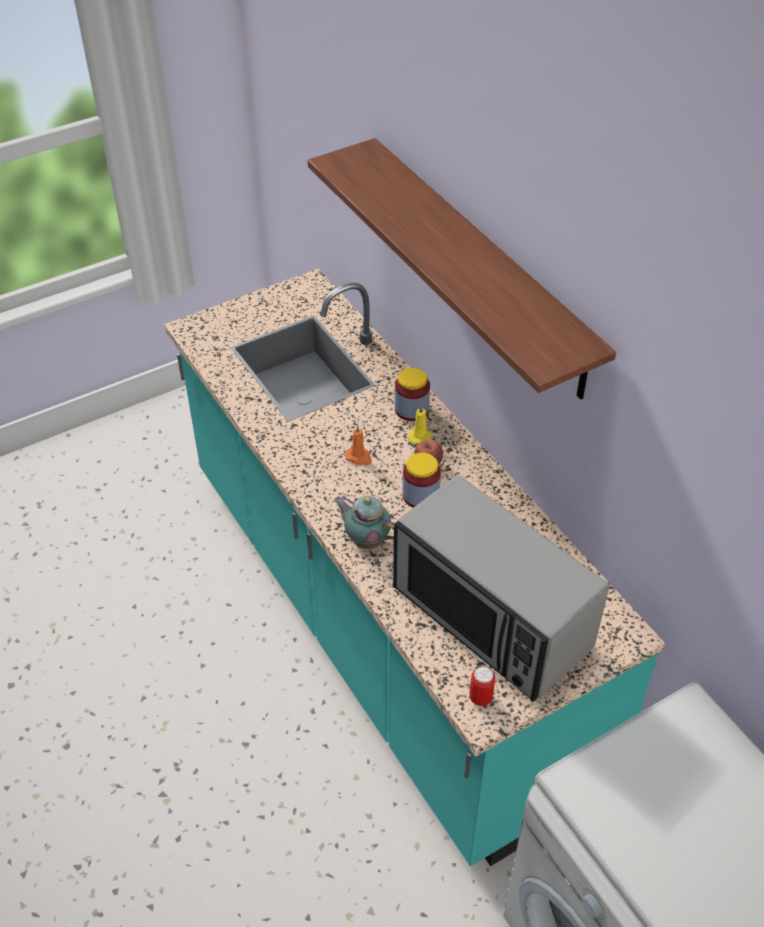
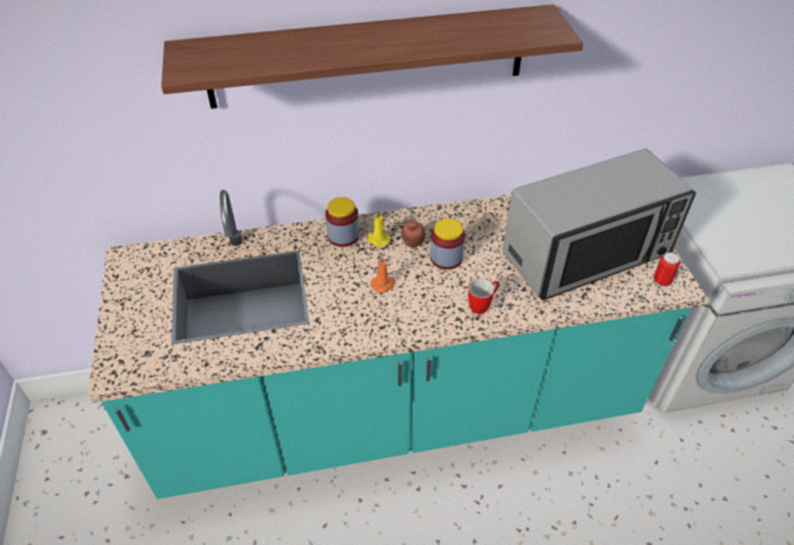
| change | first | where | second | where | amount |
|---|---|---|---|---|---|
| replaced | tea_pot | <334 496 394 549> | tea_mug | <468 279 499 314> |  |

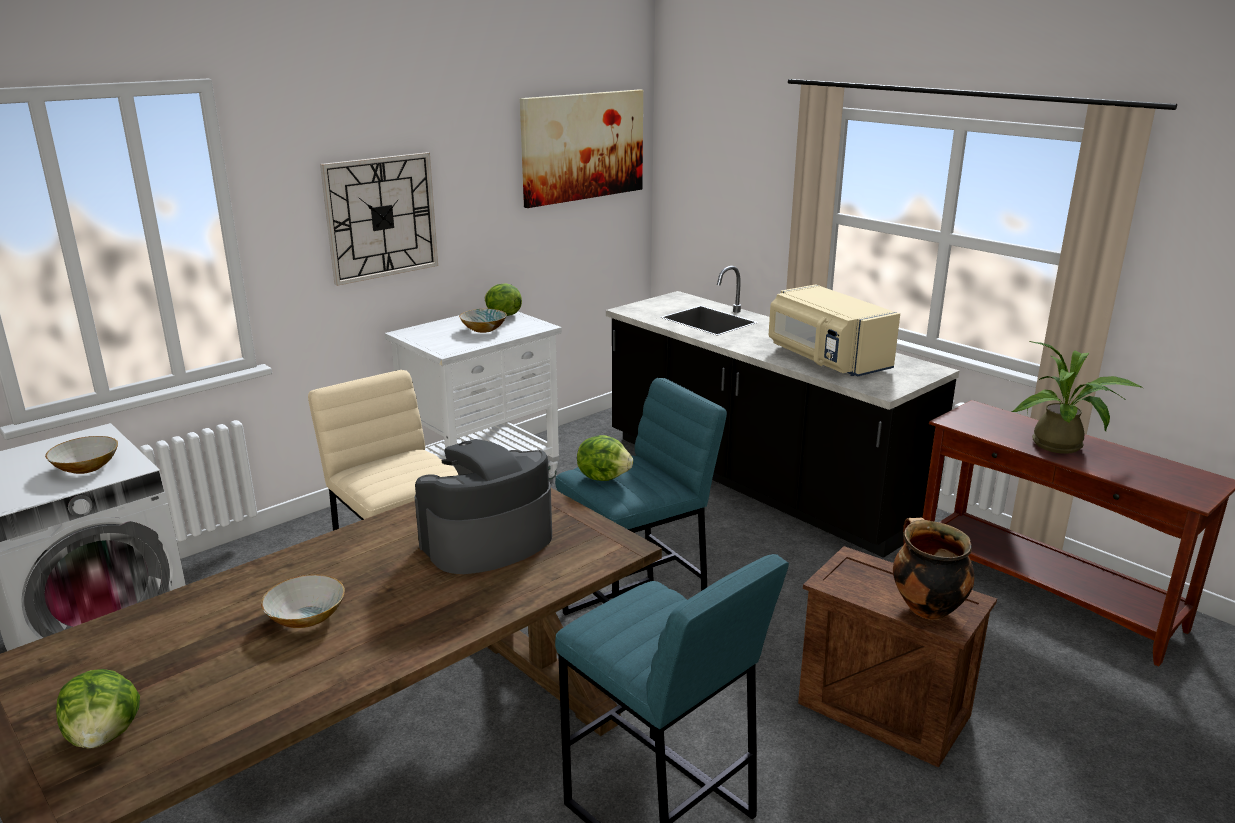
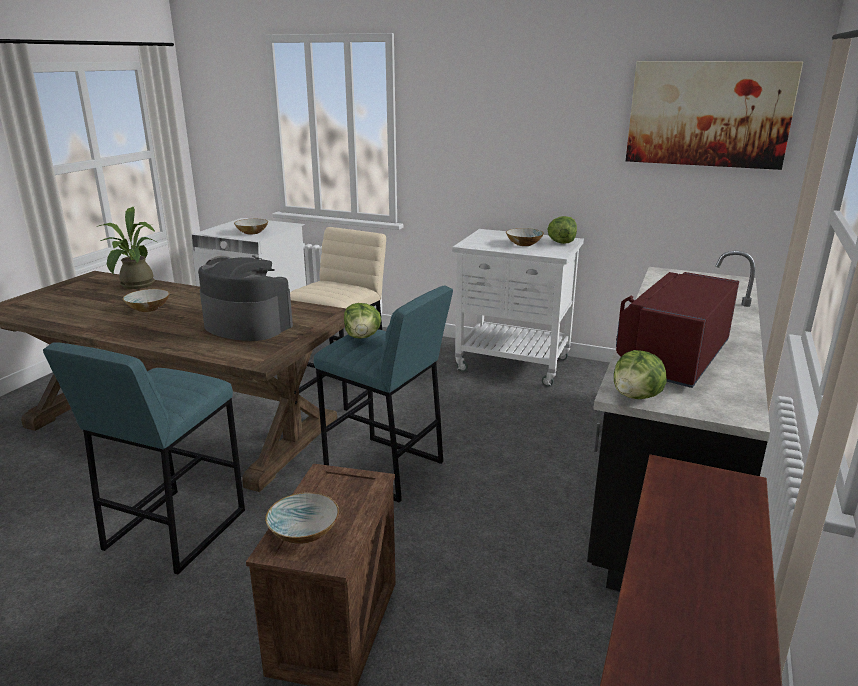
| change | first | where | second | where | amount |
|---|---|---|---|---|---|
| moved | houseplant | <1011 341 1143 454> |  | <97 207 155 289> |  |
| replaced | cooking_pot | <893 518 974 620> | serving_bowl | <265 492 339 544> |  |
| moved | lettuce_head | <56 669 140 749> |  | <614 350 667 399> |  |
| recoloured | beige-coloured_microwave_oven | <769 284 900 376> | reddish_microwave_oven | <616 272 739 388> |  |
| removed | wall_clock | <320 152 438 286> |  |  |  |

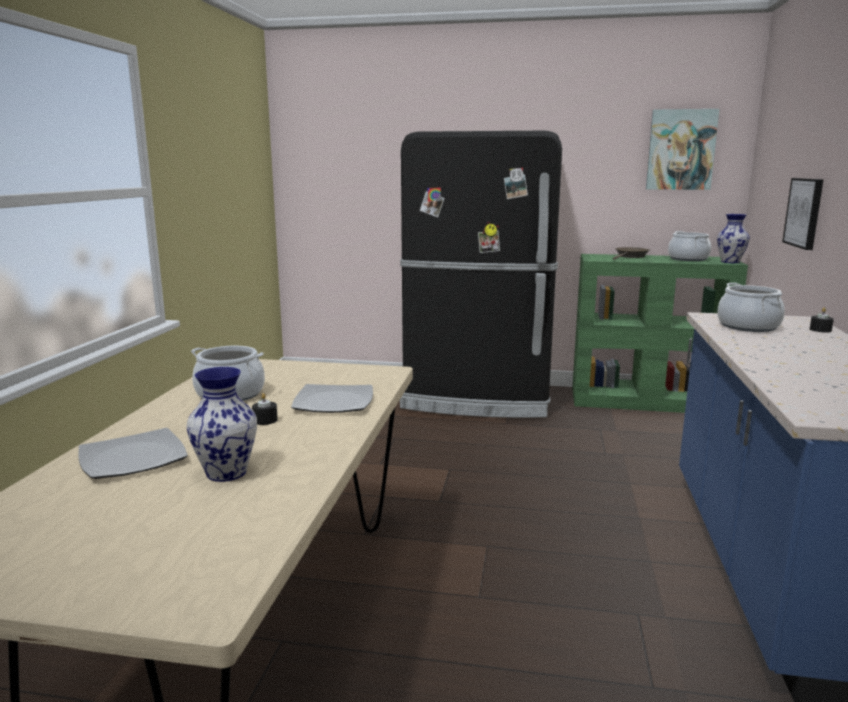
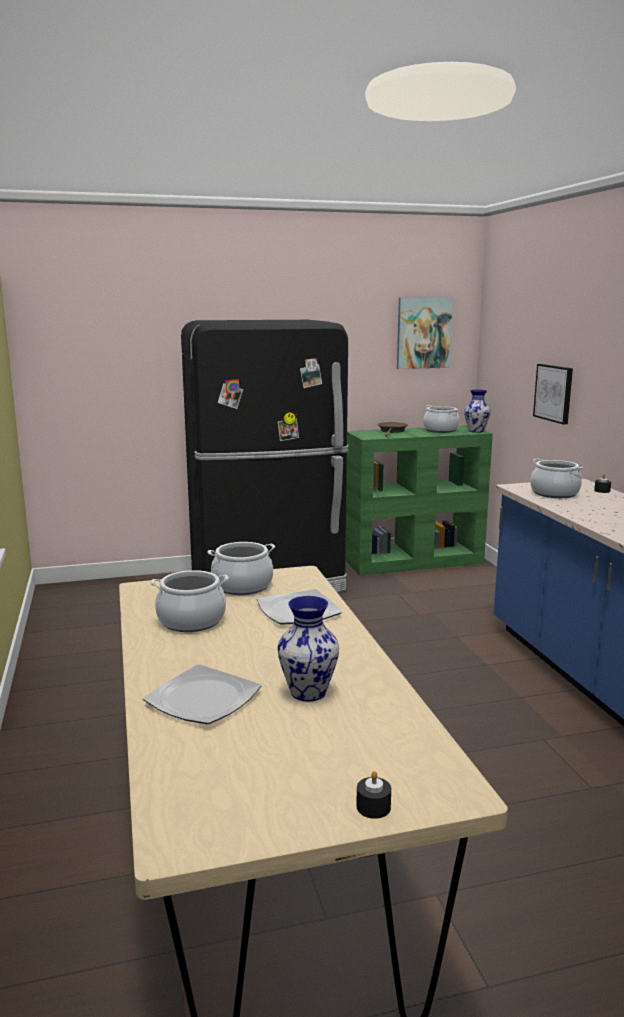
| change | first | where | second | where | amount |
|---|---|---|---|---|---|
| added |  |  | cooking_pot | <207 542 275 595> |  |
| moved | black-coloured_candle | <252 393 278 425> |  | <356 771 391 819> |  |

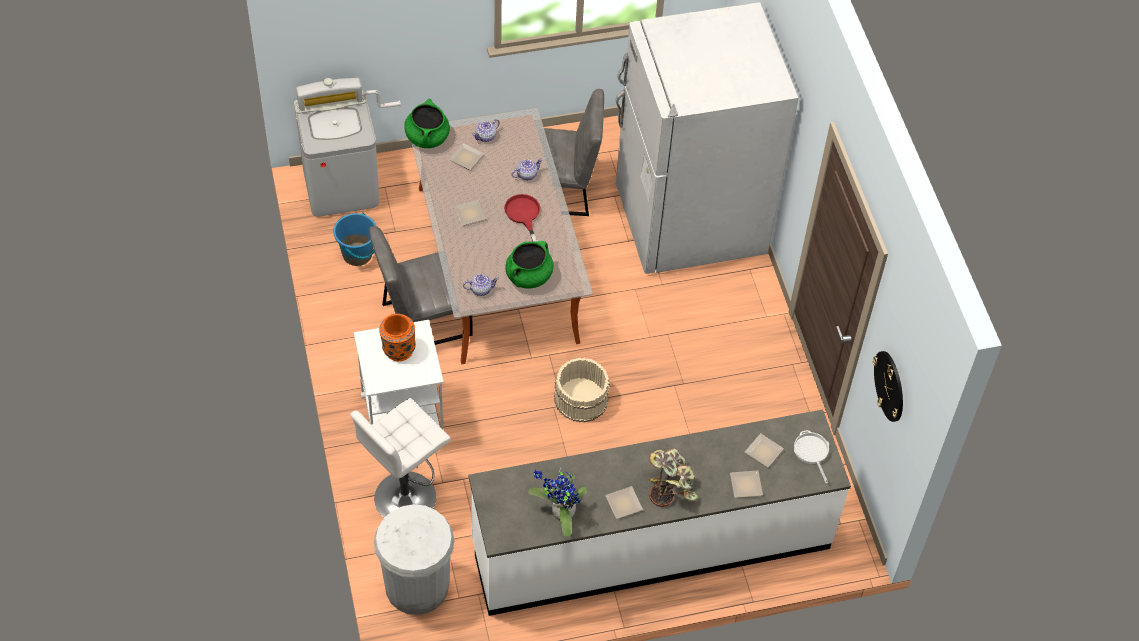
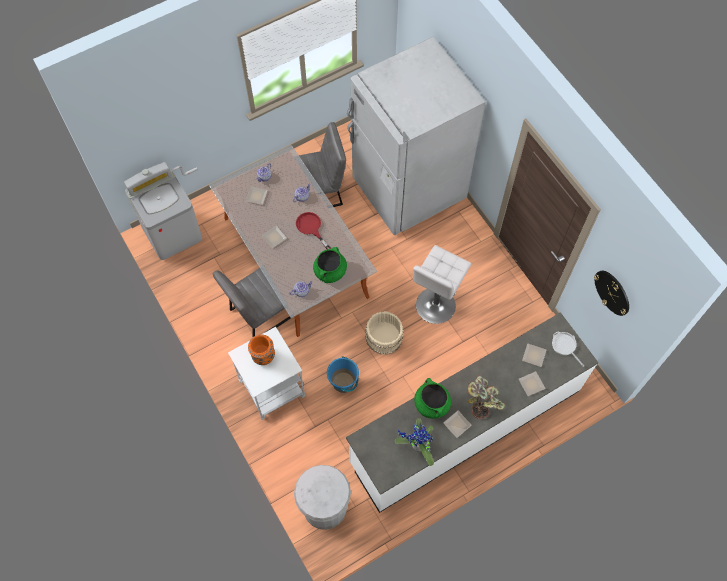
| change | first | where | second | where | amount |
|---|---|---|---|---|---|
| moved | blue_water_bucket | <333 212 376 266> |  | <327 356 359 393> |  |
| moved | whitish_sitting_stool | <350 398 450 518> |  | <413 245 471 324> |  |
| moved | greenish_cooking_pot | <404 99 450 148> |  | <414 378 451 419> |  |

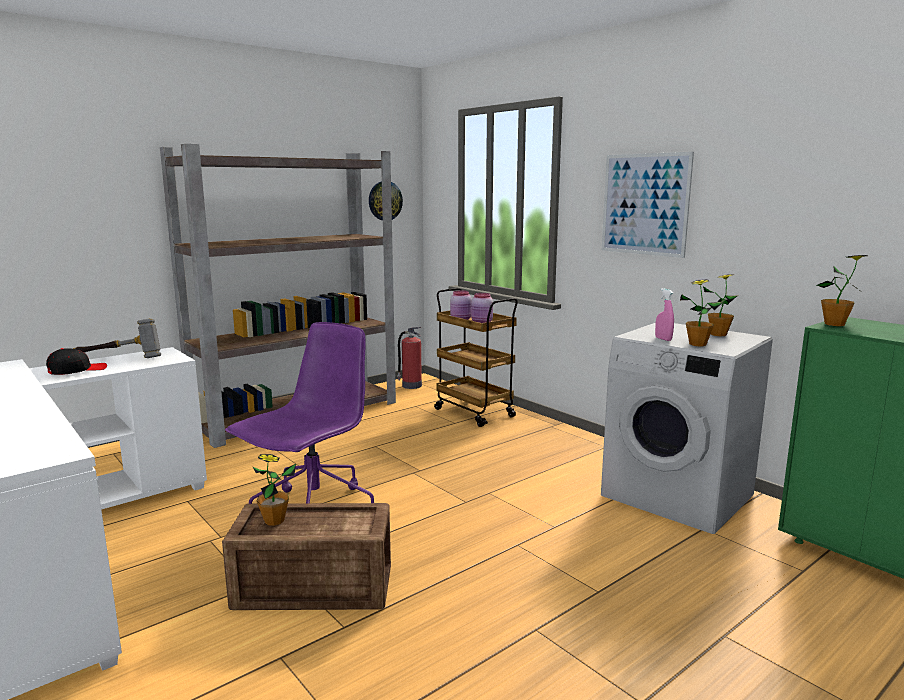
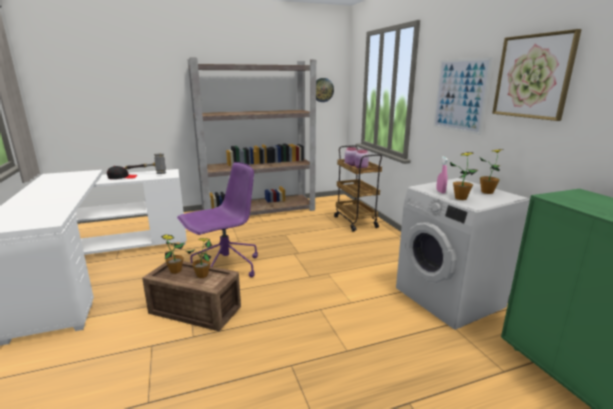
| change | first | where | second | where | amount |
|---|---|---|---|---|---|
| moved | houseplant | <817 255 867 326> |  | <186 238 212 278> |  |
| added |  |  | wall_picture | <492 29 582 121> |  |
| removed | fire-fighting_cylinder | <397 327 422 389> |  |  |  |

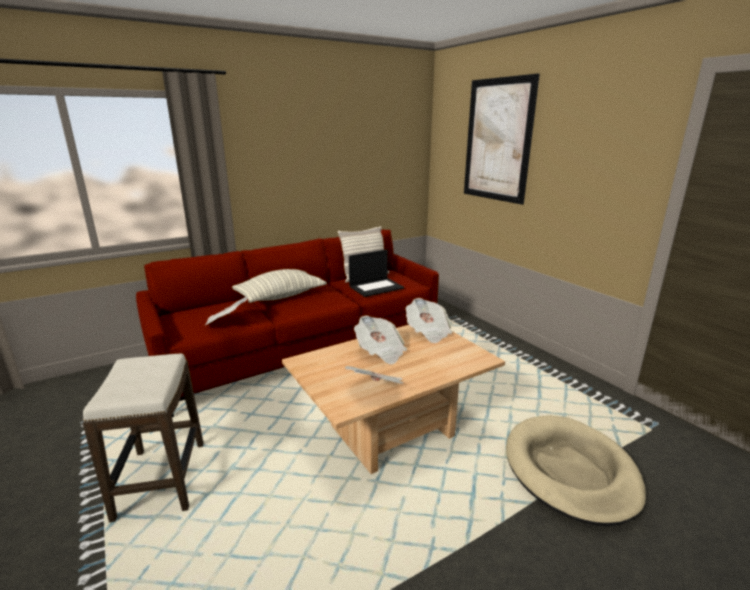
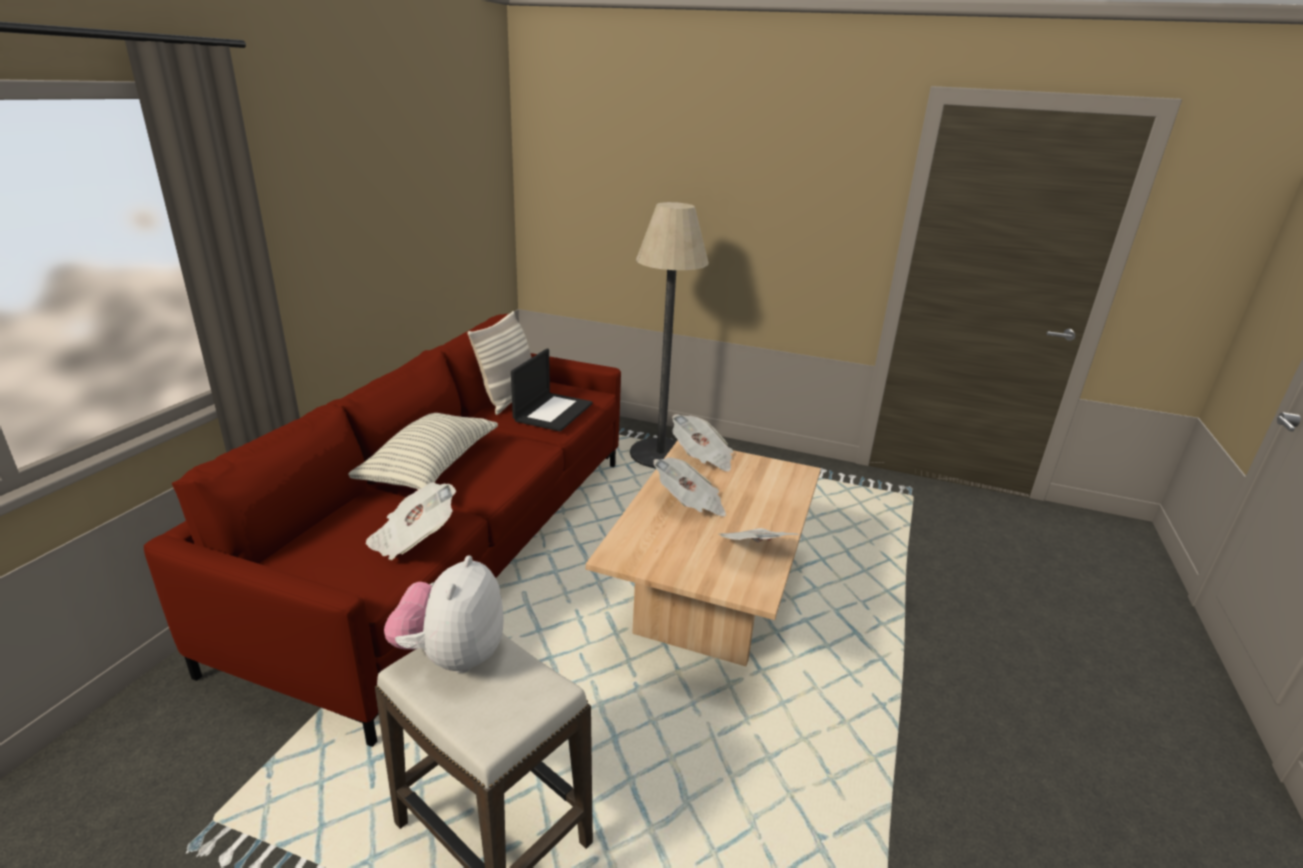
| change | first | where | second | where | amount |
|---|---|---|---|---|---|
| added |  |  | soft_toy | <384 555 504 673> |  |
| added |  |  | standard_lamp | <630 202 709 468> |  |
| removed | wall_picture | <464 73 540 205> |  |  |  |
| removed | beige-coloured_pet_bed | <506 415 646 526> |  |  |  |

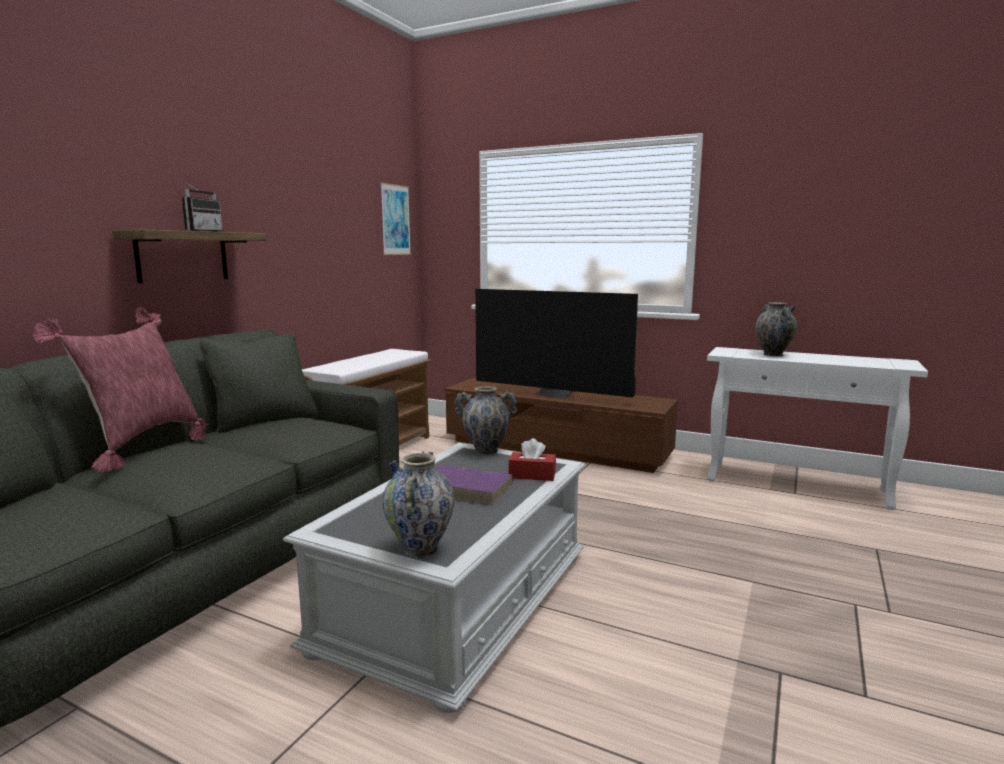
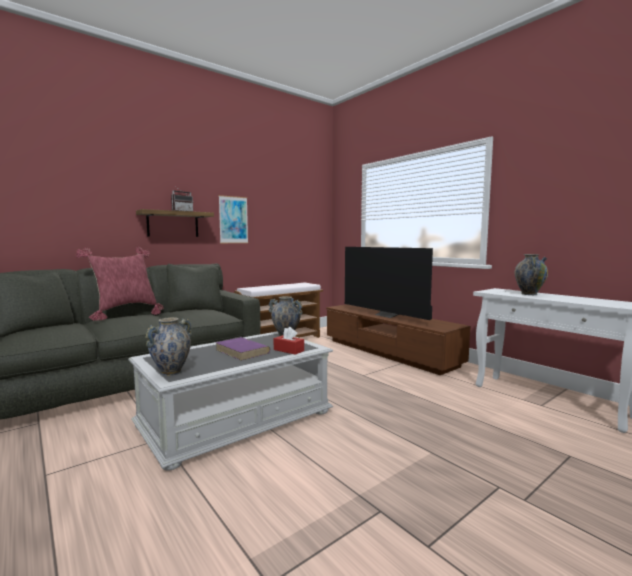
| change | first | where | second | where | amount |
|---|---|---|---|---|---|
| moved | wall_picture | <380 182 411 255> |  | <219 195 248 243> |  |

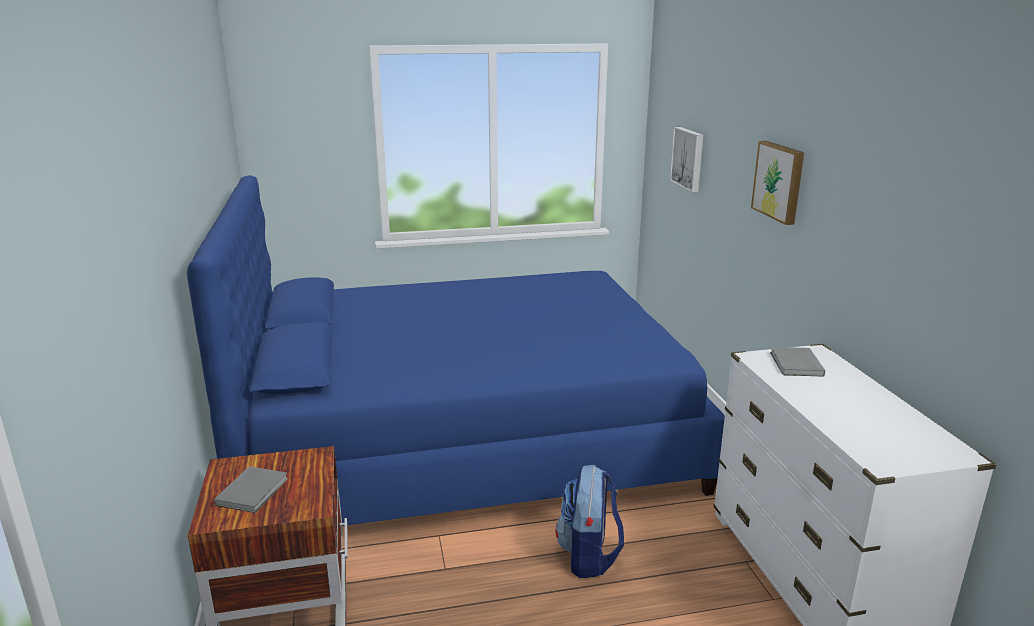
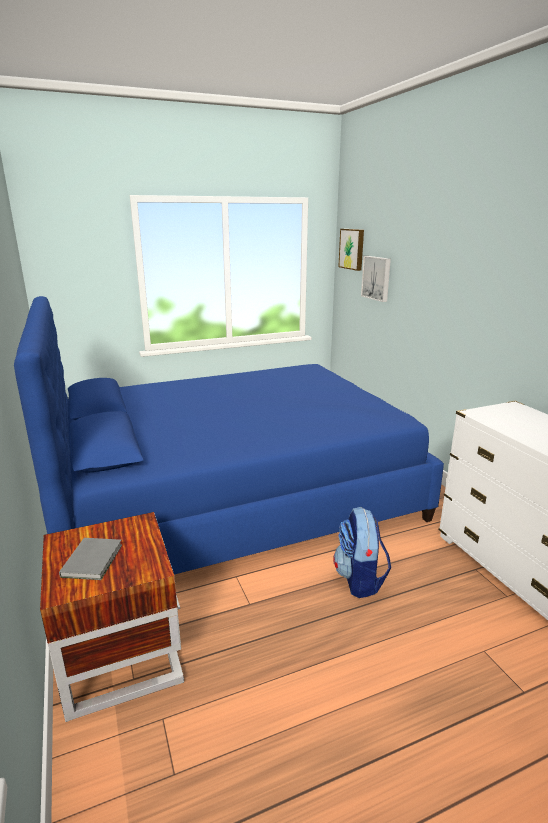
| change | first | where | second | where | amount |
|---|---|---|---|---|---|
| moved | wall_picture | <751 141 804 225> |  | <338 229 364 271> |  |
| removed | grey_bound_book | <770 347 825 377> |  |  |  |

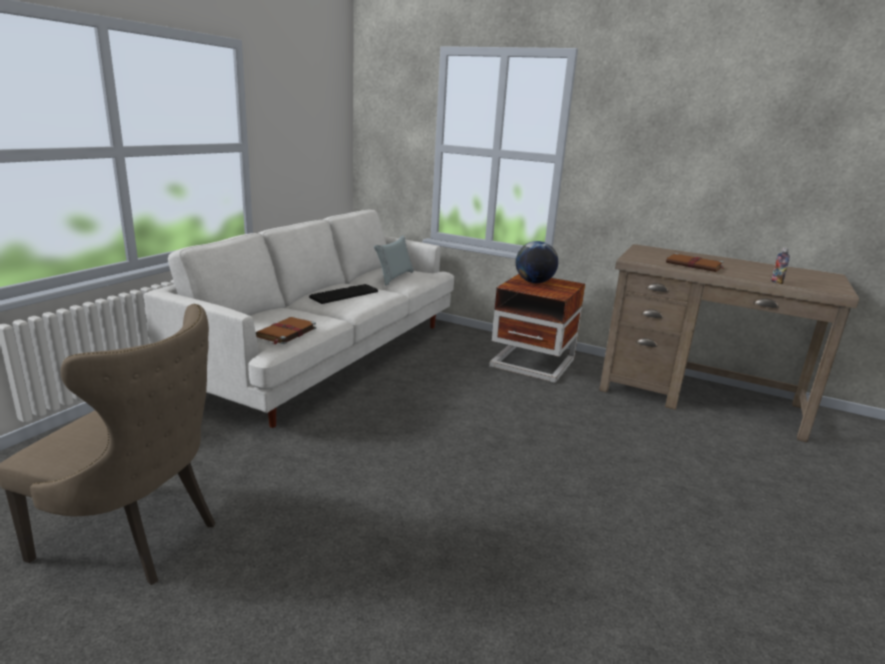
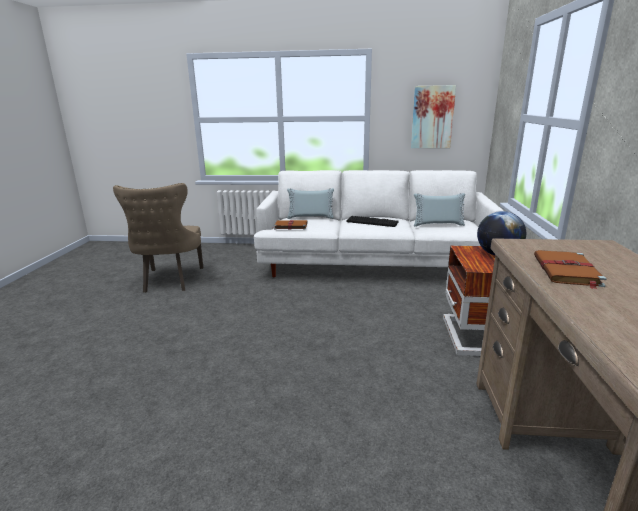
| change | first | where | second | where | amount |
|---|---|---|---|---|---|
| added |  |  | blue_pillow | <287 188 334 219> |  |
| added |  |  | wall_picture | <411 85 456 148> |  |
| removed | bottle | <771 247 790 284> |  |  |  |

